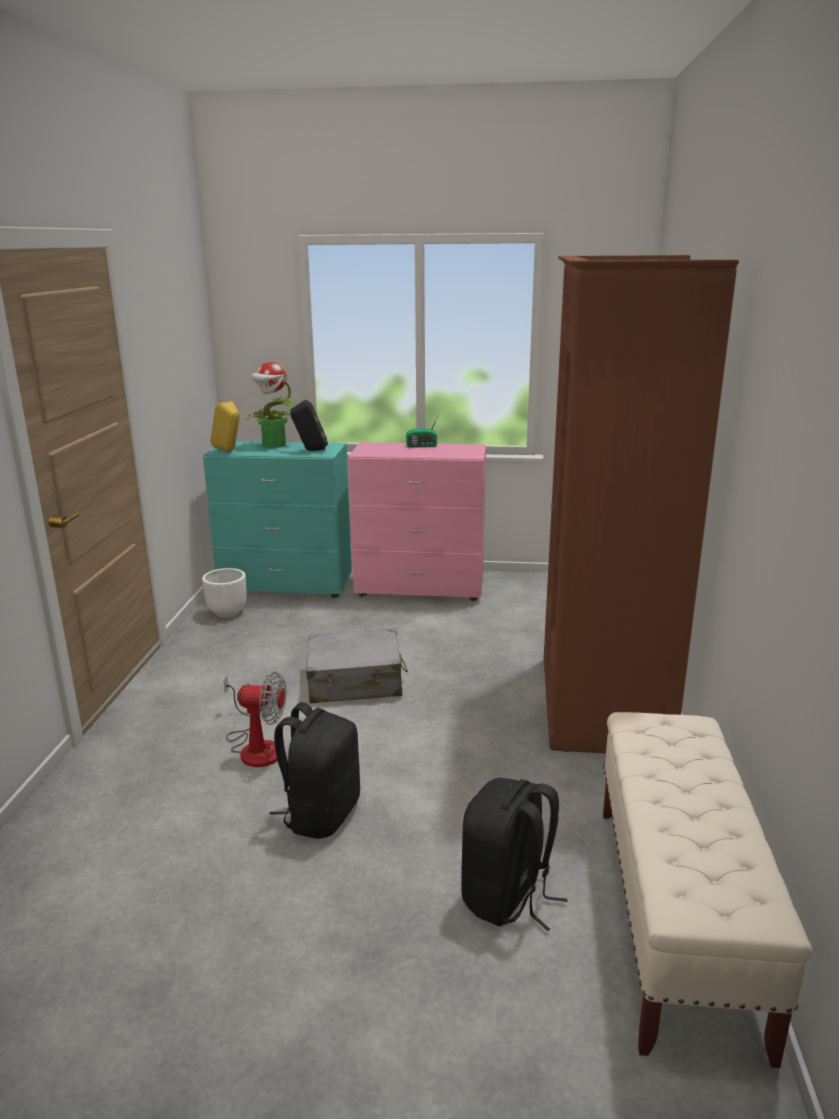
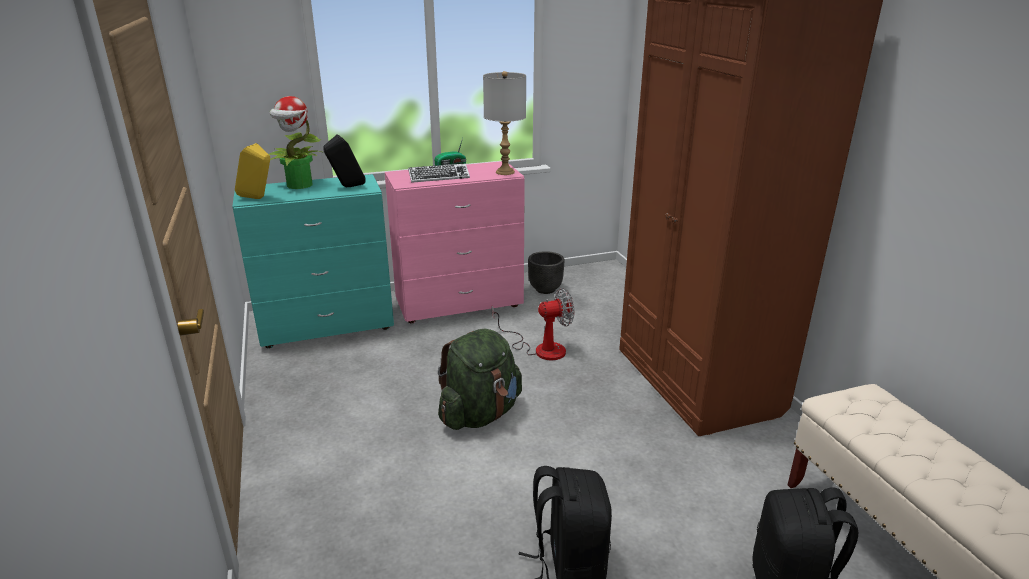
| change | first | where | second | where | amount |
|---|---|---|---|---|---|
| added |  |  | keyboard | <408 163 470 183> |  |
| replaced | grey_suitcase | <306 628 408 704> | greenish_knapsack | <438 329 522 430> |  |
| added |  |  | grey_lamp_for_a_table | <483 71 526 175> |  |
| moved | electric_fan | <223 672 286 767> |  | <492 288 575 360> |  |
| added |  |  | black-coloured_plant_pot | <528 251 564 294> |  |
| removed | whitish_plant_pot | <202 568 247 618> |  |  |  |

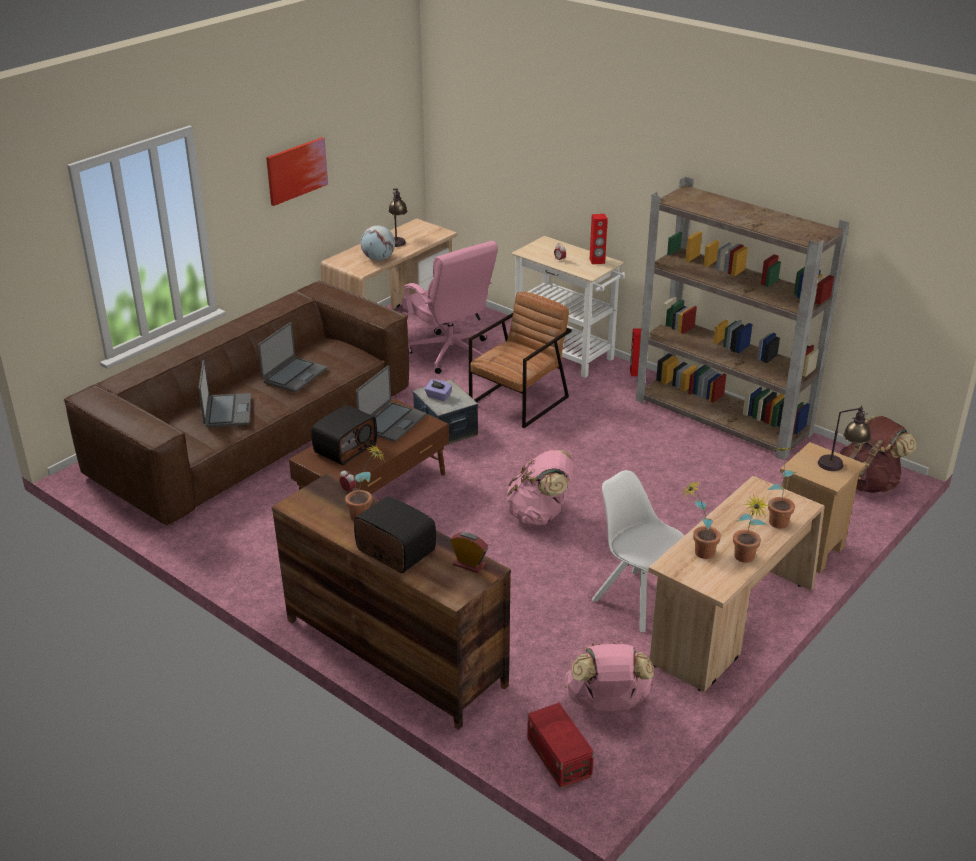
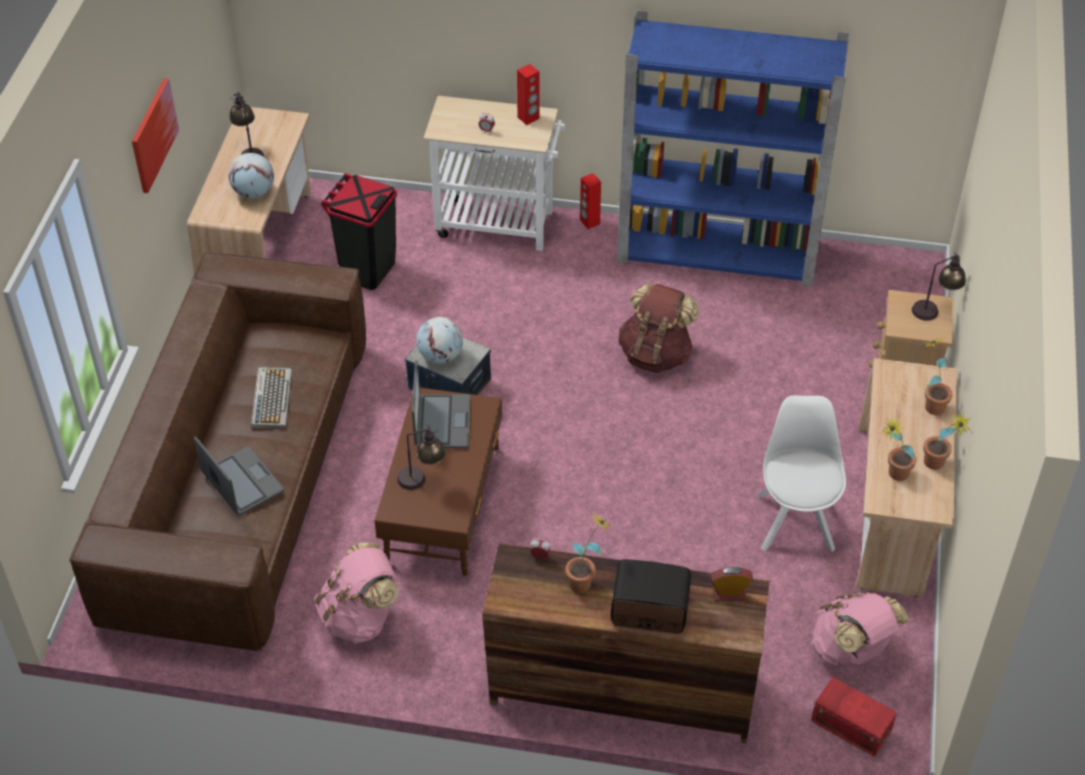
| change | first | where | second | where | amount |
|---|---|---|---|---|---|
| replaced | laptop | <258 322 327 392> | keyboard | <251 367 292 428> |  |
| moved | pinkish_knapsack | <506 450 573 525> |  | <314 543 398 644> |  |
| replaced | pinkish_desk_chair | <402 241 498 374> | black-coloured_waste_bin | <321 173 397 290> |  |
| replaced | radio_receiver | <311 405 377 465> | lamp_for_a_table | <397 425 446 490> |  |
| replaced | purplish_tissue_holder | <425 379 452 401> | world_globe | <416 317 463 364> |  |
| recoloured | brownish_bookshelf | <636 177 849 460> | blue_bookshelf | <617 10 850 286> |  |
| moved | brownish_knapsack | <840 415 916 493> |  | <618 283 699 373> |  |
| turned | whitish_upright_chair | <592 470 684 632> |  | <757 395 846 552> | 75 degrees clockwise |
| removed | brownish_lounge_chair | <469 292 572 428> |  |  |  |

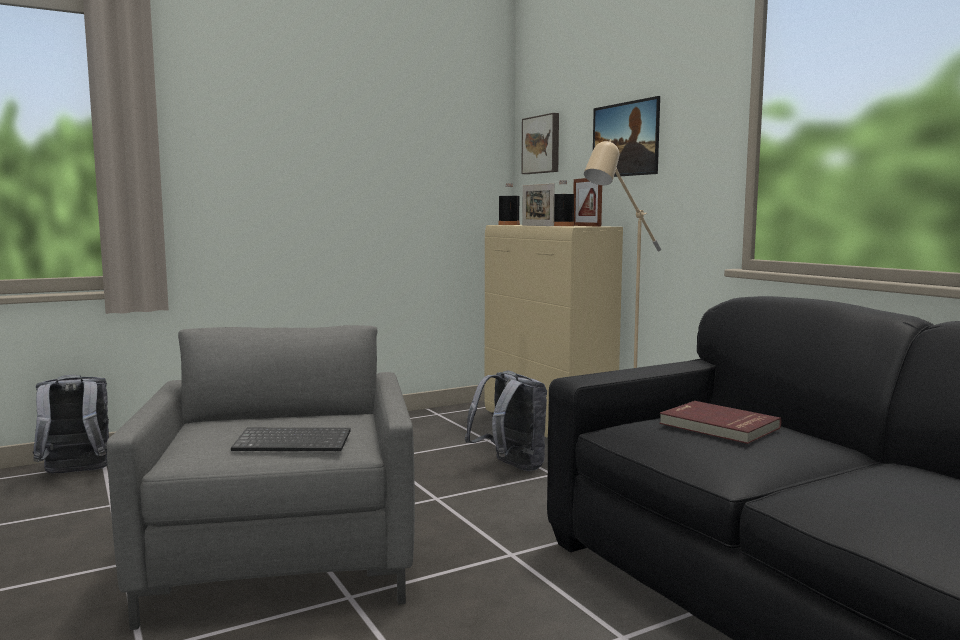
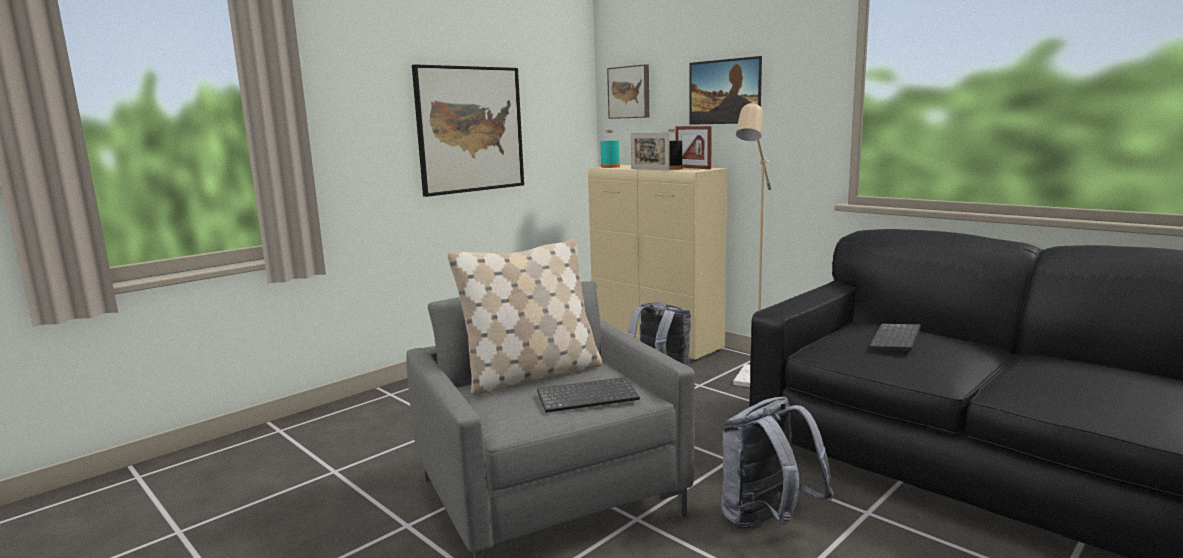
| change | first | where | second | where | amount |
|---|---|---|---|---|---|
| added |  |  | wall_picture | <412 64 524 197> |  |
| added |  |  | beige-coloured_pillow | <447 240 602 395> |  |
| recoloured | black-coloured_bottle | <498 183 520 225> | blue-green_bottle | <601 130 620 168> |  |
| moved | grey_knapsack | <33 375 109 473> |  | <721 397 833 529> |  |
| replaced | reddish_bound_book | <659 401 781 444> | keyboard | <869 324 921 350> |  |

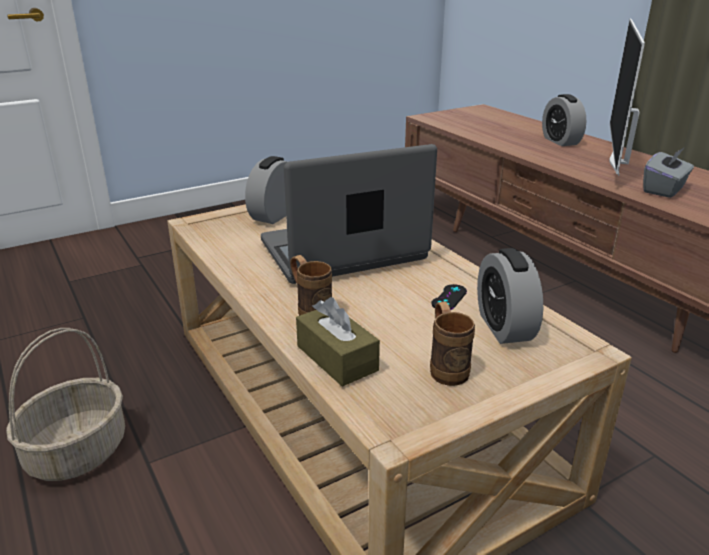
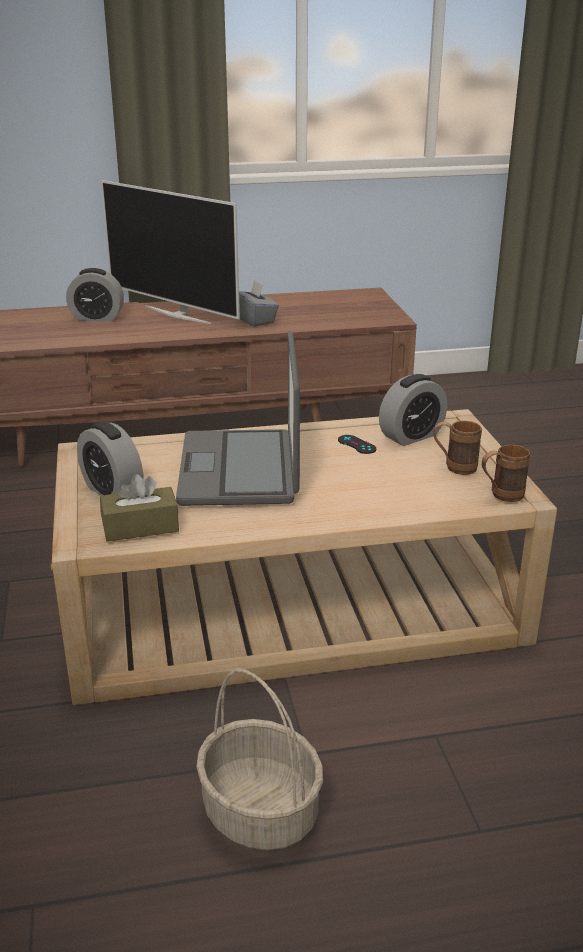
| change | first | where | second | where | amount |
|---|---|---|---|---|---|
| moved | brownish_tissue_holder | <296 297 380 387> |  | <100 474 179 542> |  |
| turned | bedside_clock | <477 248 543 344> |  | <379 374 447 446> | 45 degrees counterclockwise |
| moved | brownish_tea_mug | <290 255 332 316> |  | <482 444 530 502> |  |

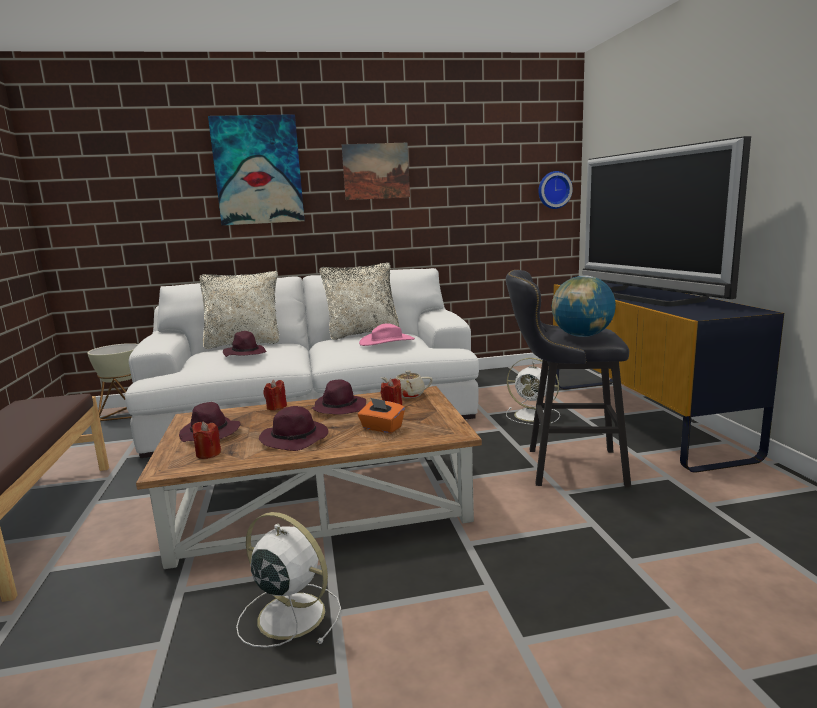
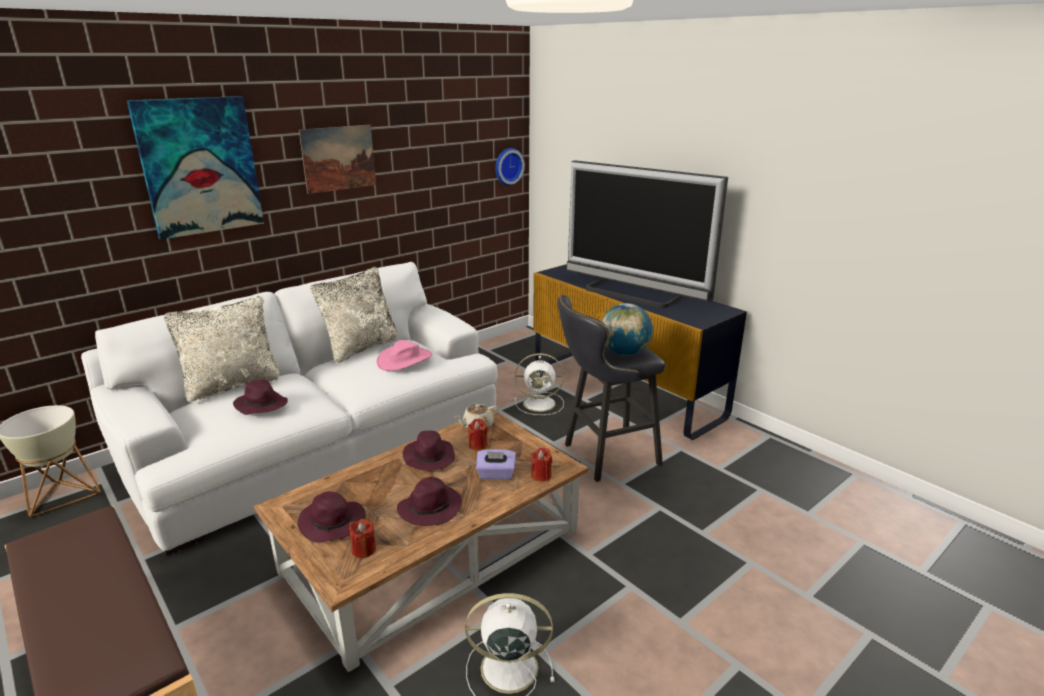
| change | first | where | second | where | amount |
|---|---|---|---|---|---|
| recoloured | orange_tissue_holder | <358 398 405 433> | purplish_tissue_holder | <476 449 516 480> |  |
| moved | reddish_candle | <263 380 287 410> |  | <531 447 552 482> |  |

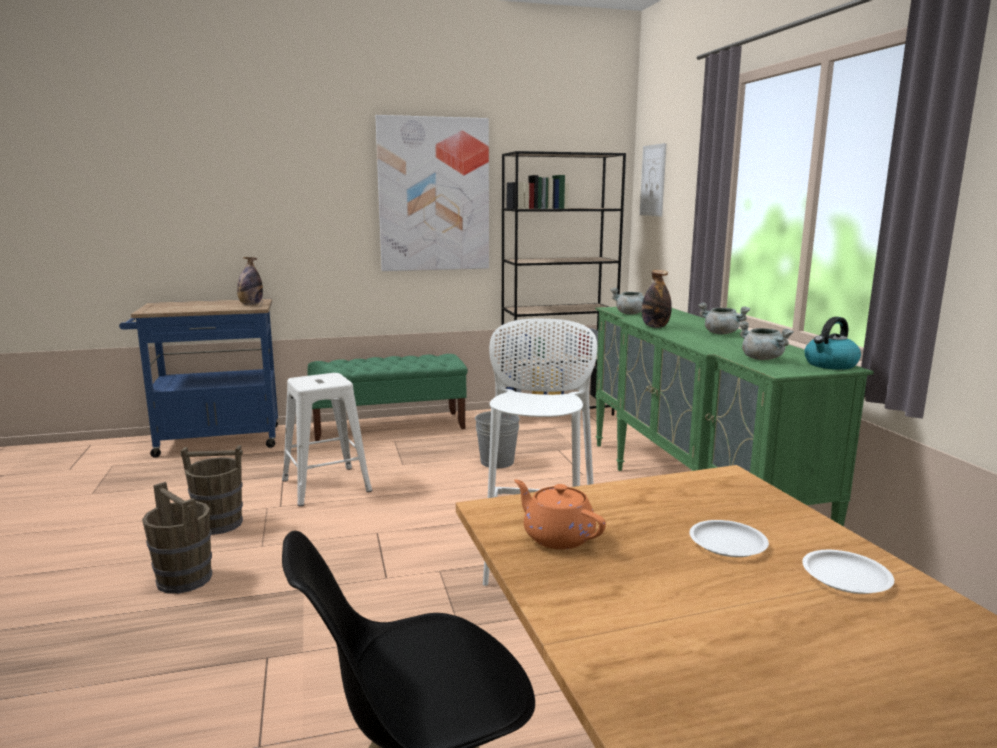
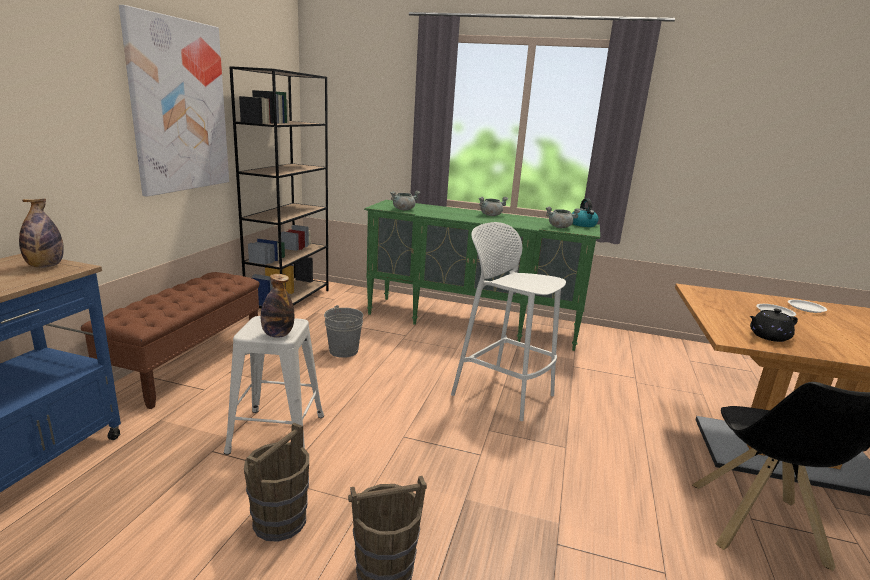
| change | first | where | second | where | amount |
|---|---|---|---|---|---|
| recoloured | greenish_bench | <308 354 468 441> | brownish_bench | <81 272 260 409> |  |
| moved | bottle | <642 270 672 328> |  | <261 274 294 338> |  |
| recoloured | orange_tea_pot | <514 480 606 549> | black-coloured_tea_pot | <749 309 798 342> |  |
| removed | wall_picture | <640 143 667 216> |  |  |  |

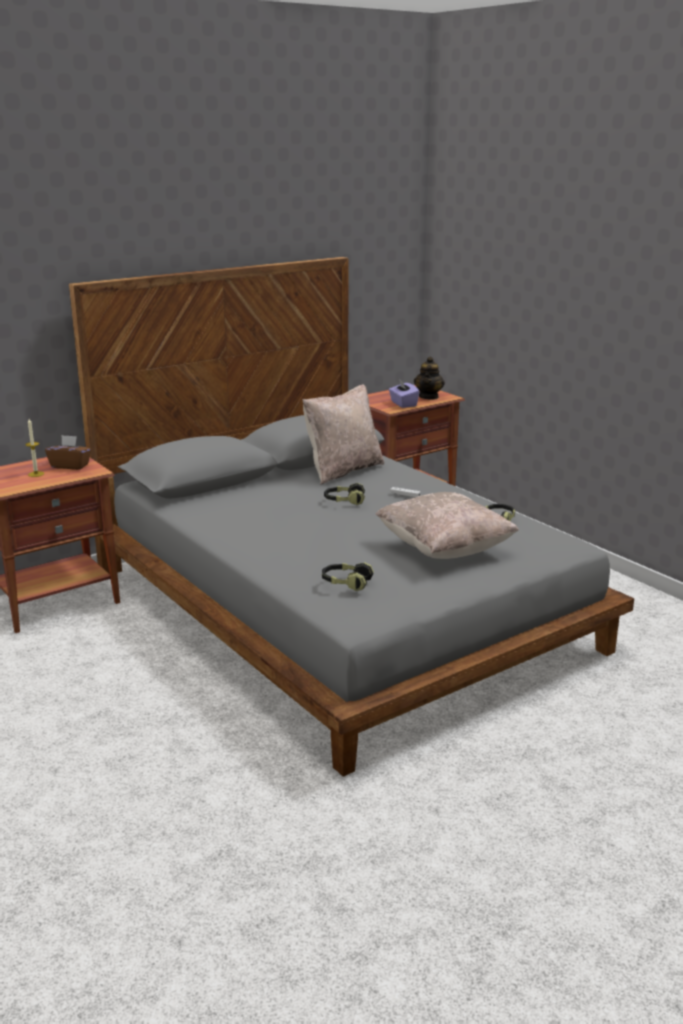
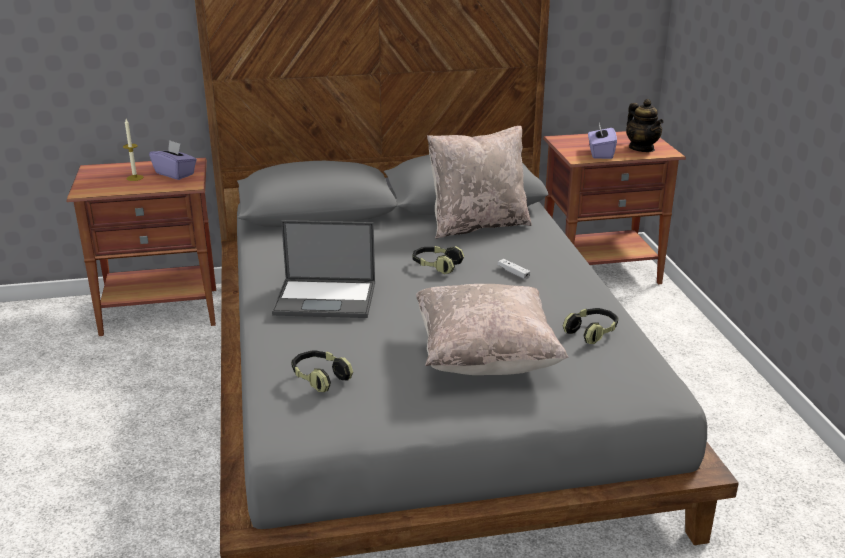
| change | first | where | second | where | amount |
|---|---|---|---|---|---|
| recoloured | brownish_tissue_holder | <45 435 91 470> | purplish_tissue_holder | <149 140 197 180> |  |
| added |  |  | laptop | <272 220 375 318> |  |
| turned | tea_pot | <414 357 445 400> |  | <626 99 663 152> | 60 degrees counterclockwise |

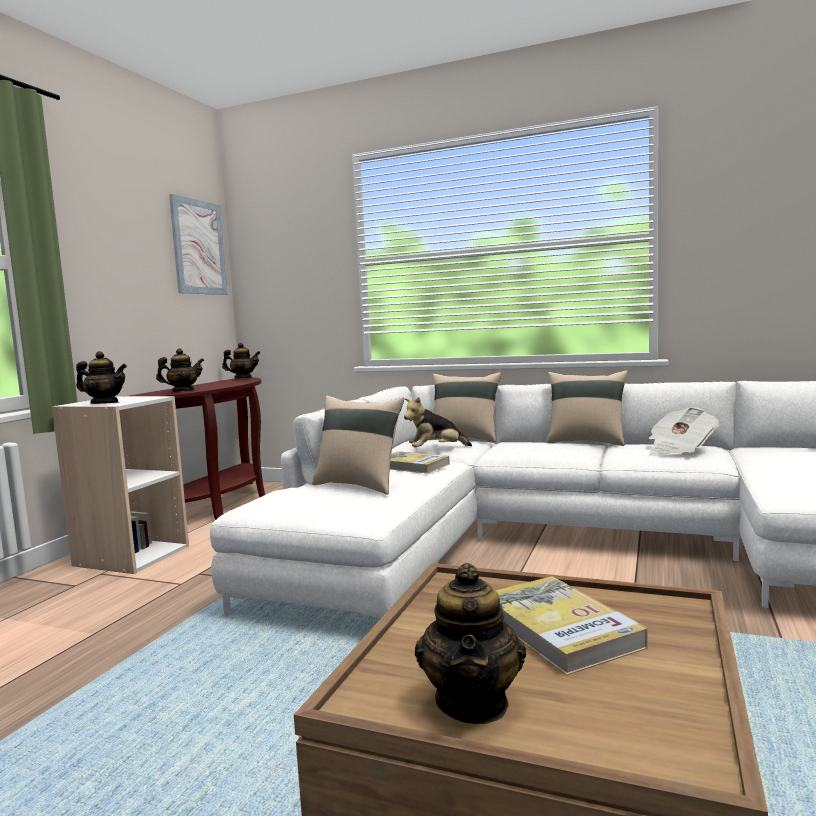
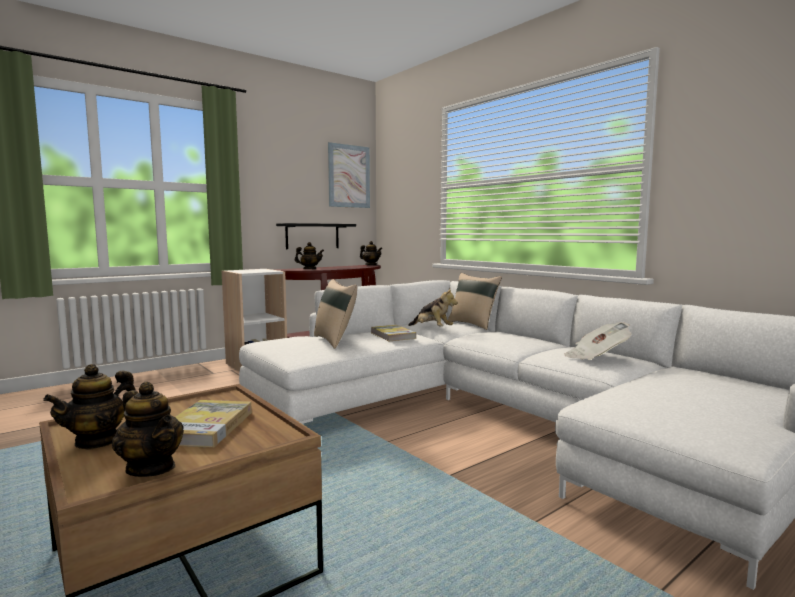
| change | first | where | second | where | amount |
|---|---|---|---|---|---|
| moved | tea_pot | <76 351 127 404> |  | <112 382 184 477> |  |
| added |  |  | black-coloured_wall_shelf | <276 223 356 249> |  |
| turned | soft_toy | <404 397 472 447> |  | <408 289 458 326> | 150 degrees counterclockwise |
| removed | beige-coloured_pillow | <545 371 628 446> |  |  |  |

